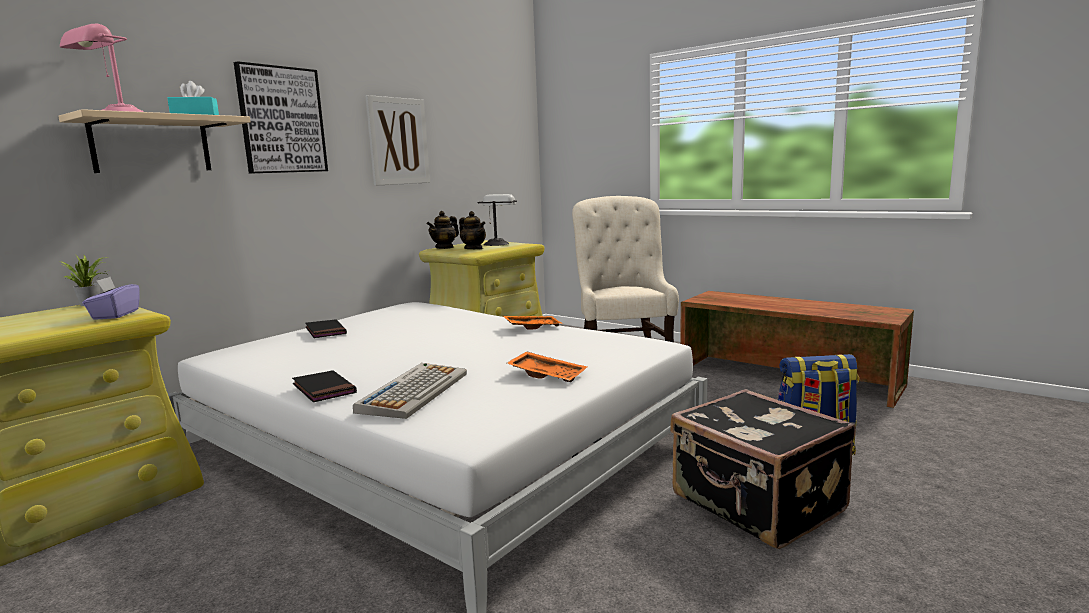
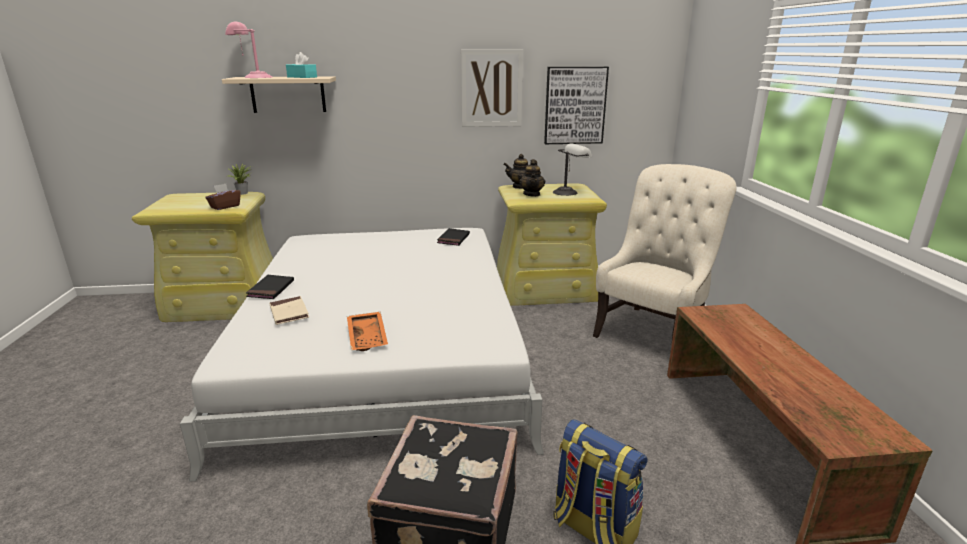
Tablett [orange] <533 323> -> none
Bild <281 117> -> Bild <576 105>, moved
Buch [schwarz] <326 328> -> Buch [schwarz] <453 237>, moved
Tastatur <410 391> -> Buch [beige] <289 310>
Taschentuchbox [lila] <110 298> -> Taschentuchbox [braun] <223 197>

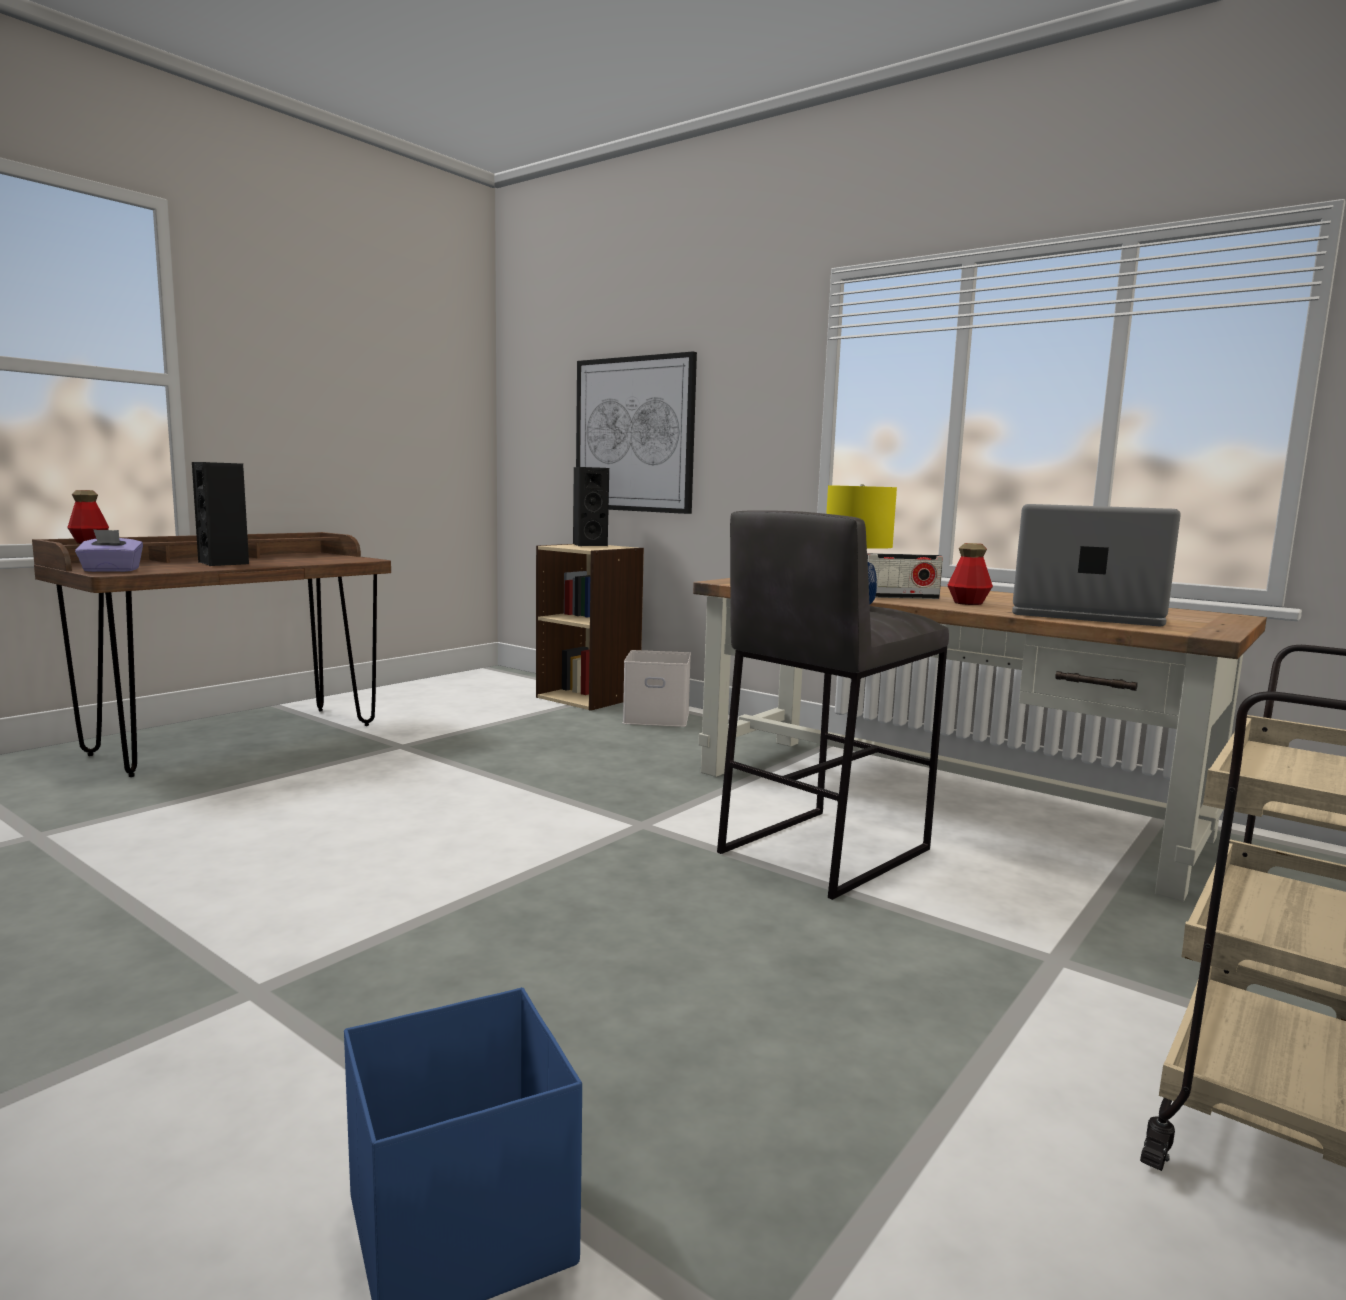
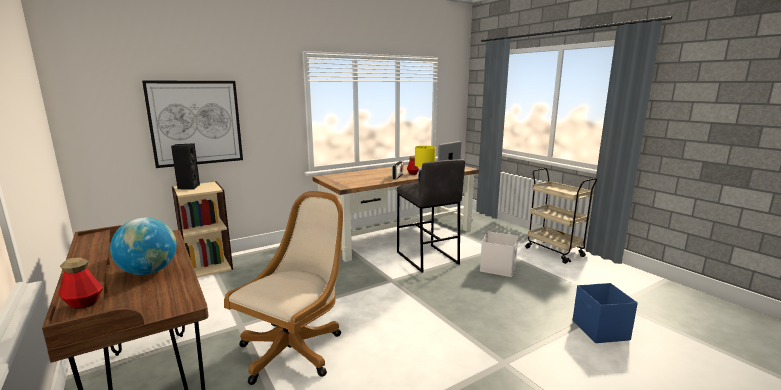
Taschentuchbox [lila] <109 550> -> none
none -> Bürostuhl <283 288>
Aufbewahrungsbox [weiß] <657 688> -> Aufbewahrungsbox [weiß] <499 254>, moved
Lautsprecher [schwarz] <220 514> -> Globus <143 246>

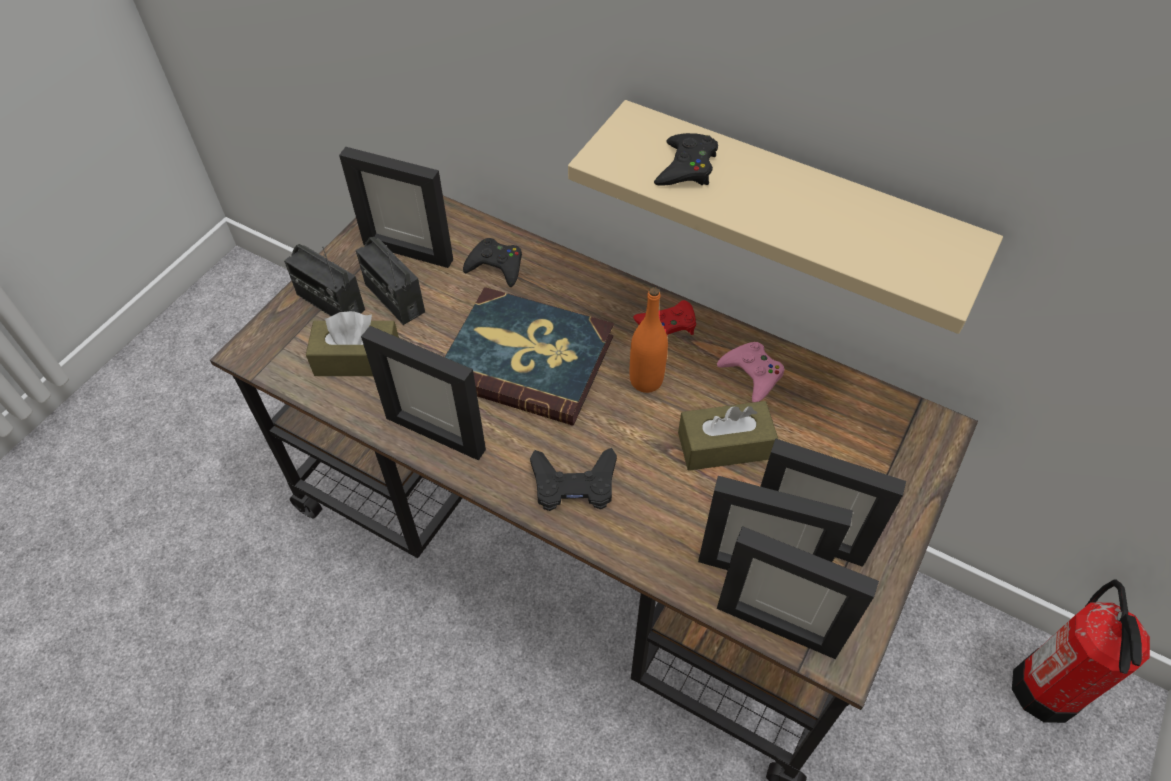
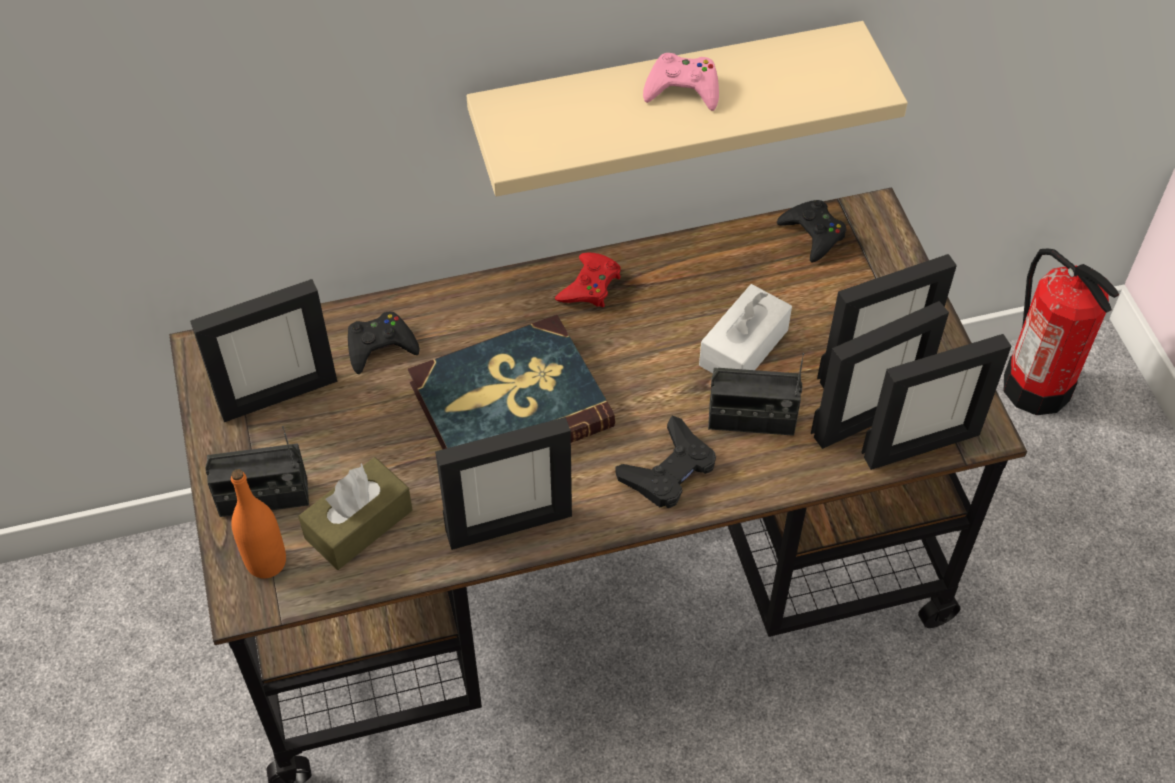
Radio <390 281> -> Radio <756 394>, moved
Flasche [orange] <649 340> -> Flasche [orange] <258 523>, moved
Gamepad [schwarz] <686 159> -> Gamepad [schwarz] <811 231>, moved
Gamepad [rosa] <751 372> -> Gamepad [rosa] <681 82>, moved
Taschentuchbox [braun] <728 436> -> Taschentuchbox [weiß] <745 328>

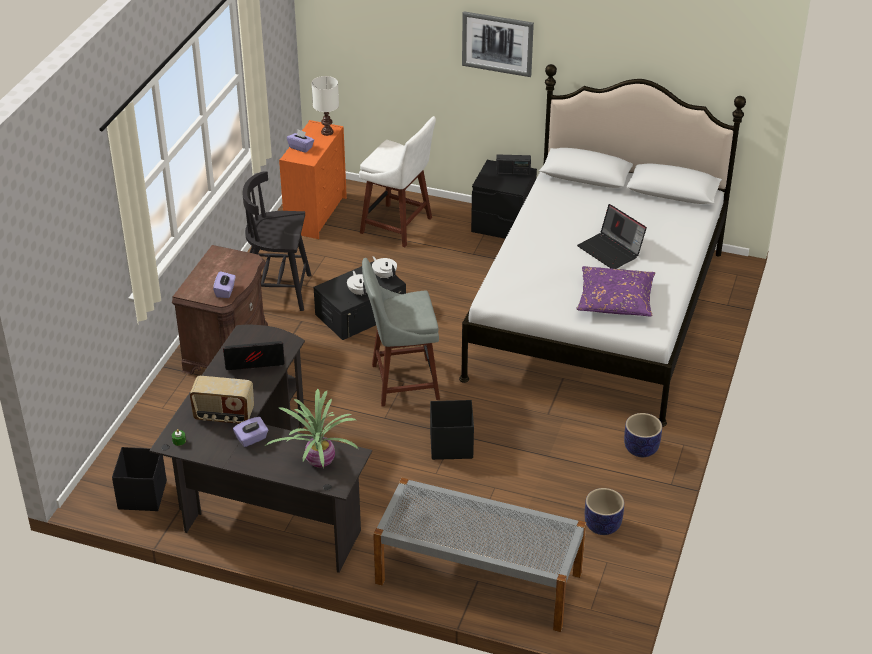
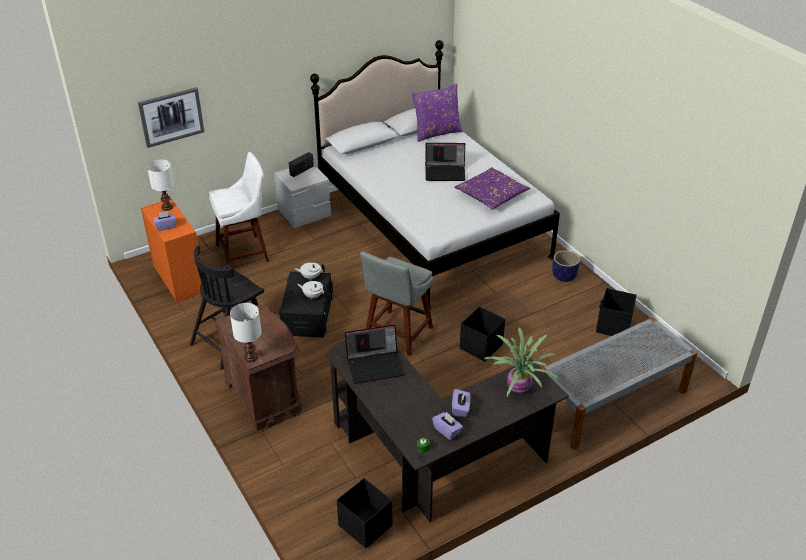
Radio <222 400> -> none
none -> Tischlampe [weiß] <246 332>
none -> Kissen [lila] <437 112>
Taschentuchbox [lila] <224 284> -> Taschentuchbox [lila] <447 426>, moved
Bild <498 44> -> Bild <171 117>, moved
Pflanzkübel <604 511> -> Aufbewahrungsbox [schwarz] <616 312>
Nachttisch [schwarz] <504 199> -> Nachttisch [weiß] <302 196>
Laptop <254 355> -> Laptop <374 354>, 135 degrees counterclockwise

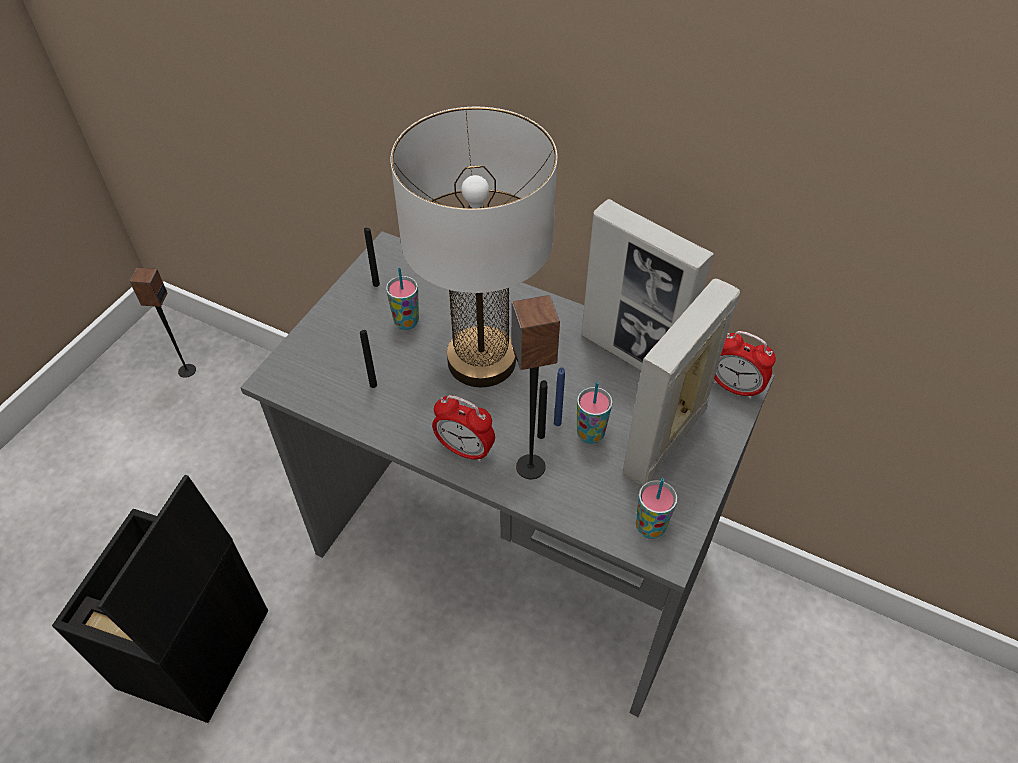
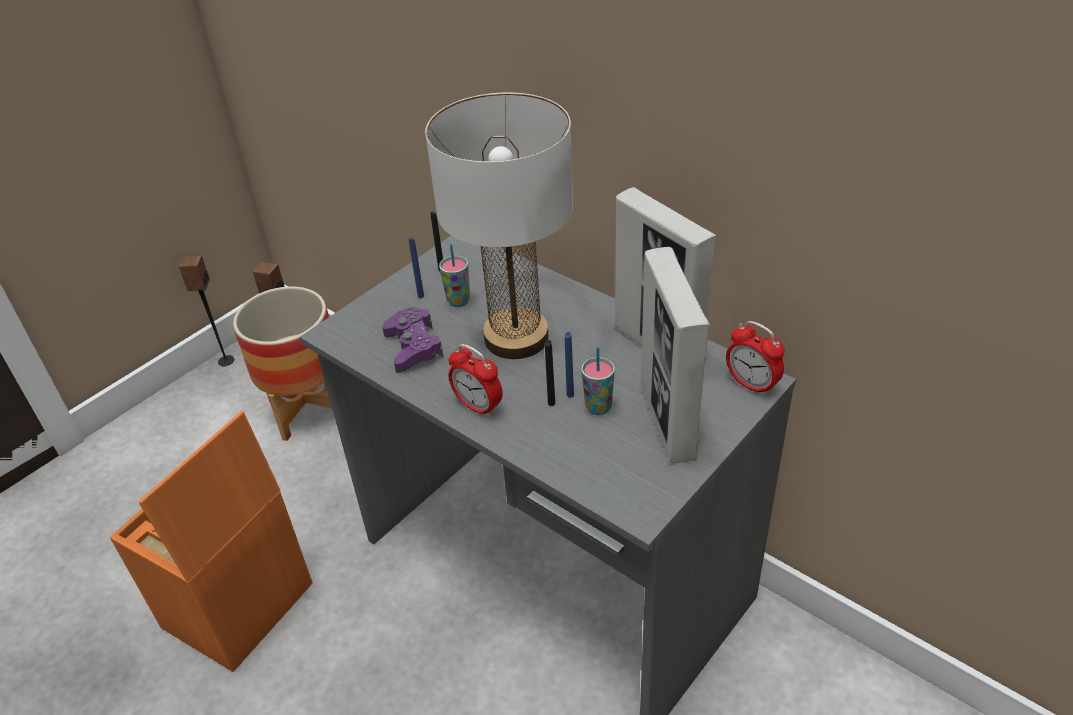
Tasse <656 508> -> none
none -> Pflanzkübel <282 363>
none -> Kerze [blau] <416 268>
Lautsprecher <536 387> -> Lautsprecher <206 310>, moved
Kerze [schwarz] <368 359> -> Gamepad [lila] <412 339>
Aufbewahrungsbox [schwarz] <160 599> -> Aufbewahrungsbox [orange] <211 541>
Bilderrahmen <681 382> -> Bilderrahmen <675 355>, 60 degrees counterclockwise

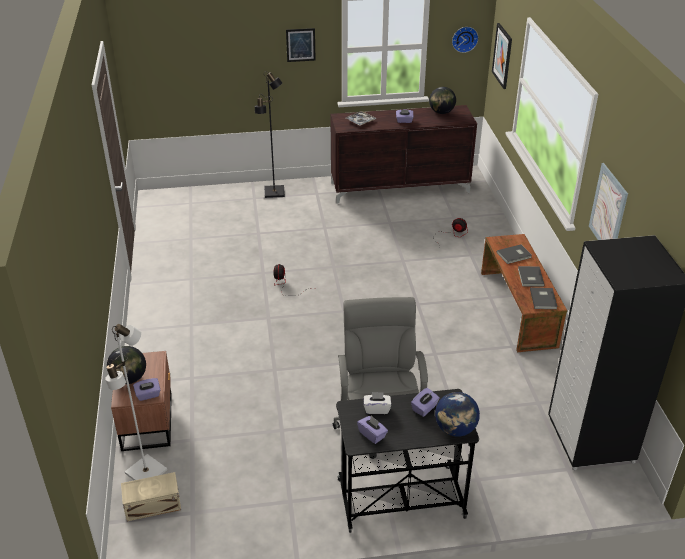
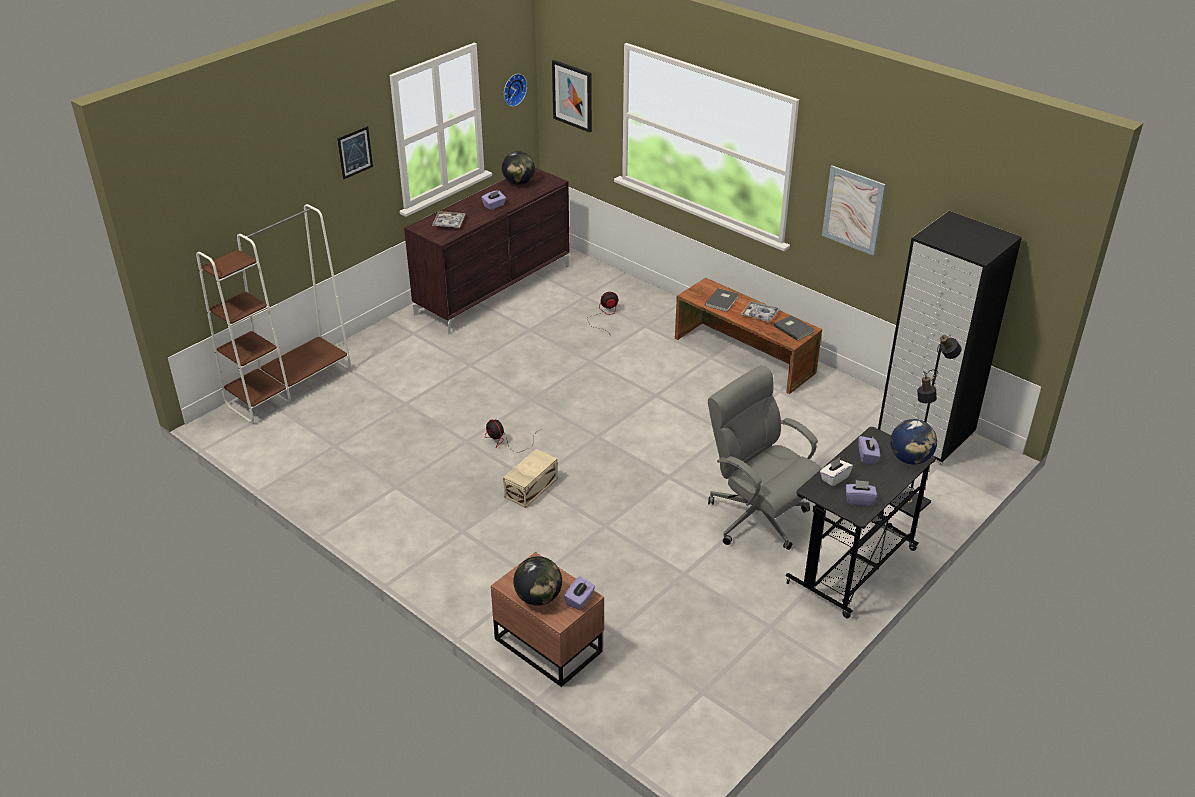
Stehlampe [weiß] <136 402> -> none
none -> Kleiderständer [braun] <273 313>
Aufbewahrungsbox [beige] <151 496> -> Aufbewahrungsbox [beige] <530 478>, moved
Stehlampe [schwarz] <270 134> -> Stehlampe [schwarz] <925 426>, moved
Buch [grau] <531 276> -> Tablett <760 312>

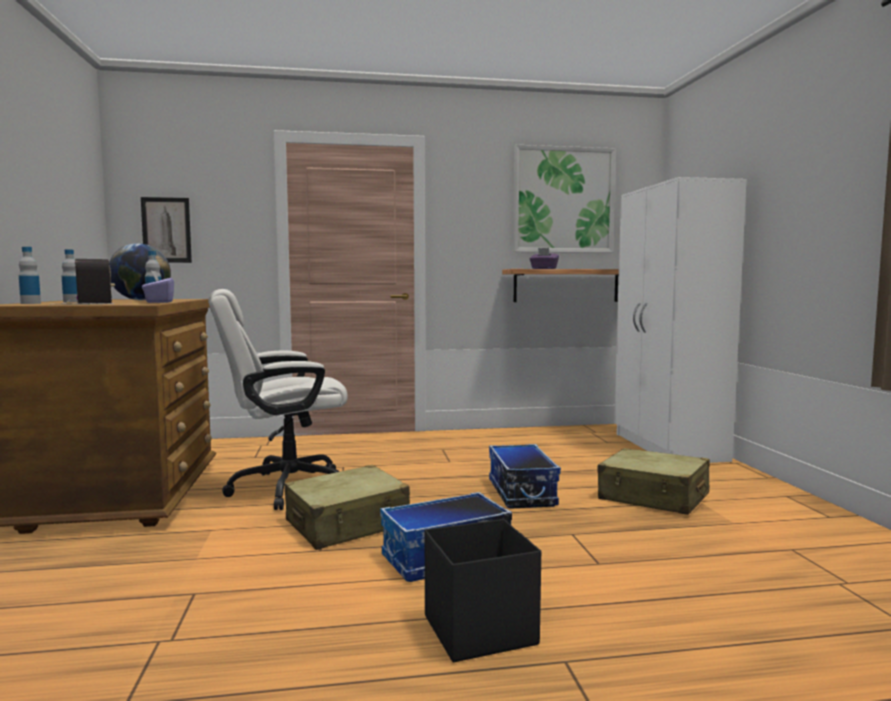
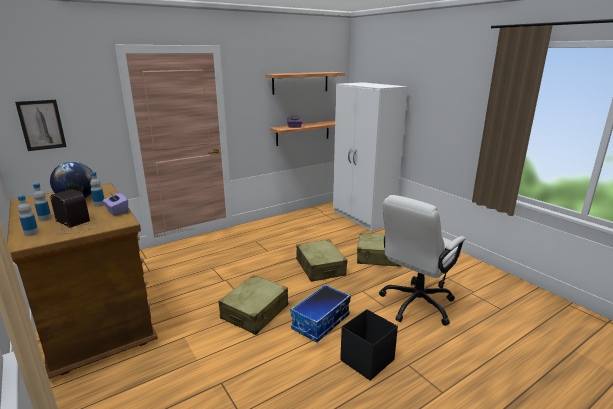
Bürostuhl [weiß] <278 399> -> Bürostuhl [weiß] <422 260>, moved
Aufbewahrungsbox <525 476> -> Koffer [beige] <321 260>
Bild <564 199> -> Wandregal <305 83>

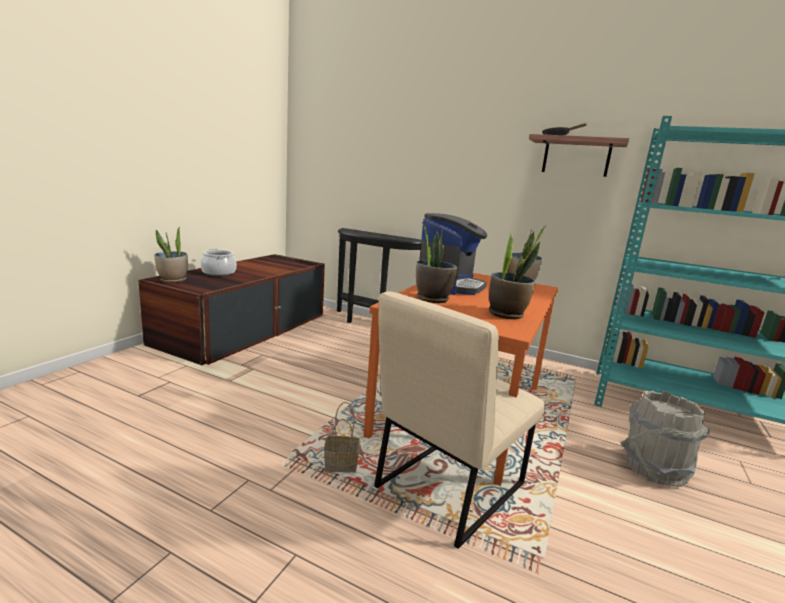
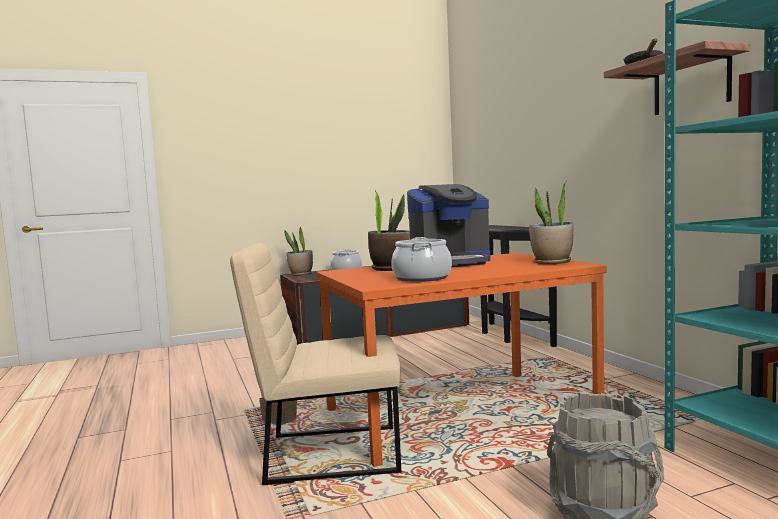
Topfpflanze <514 276> -> Kochtopf <422 259>

